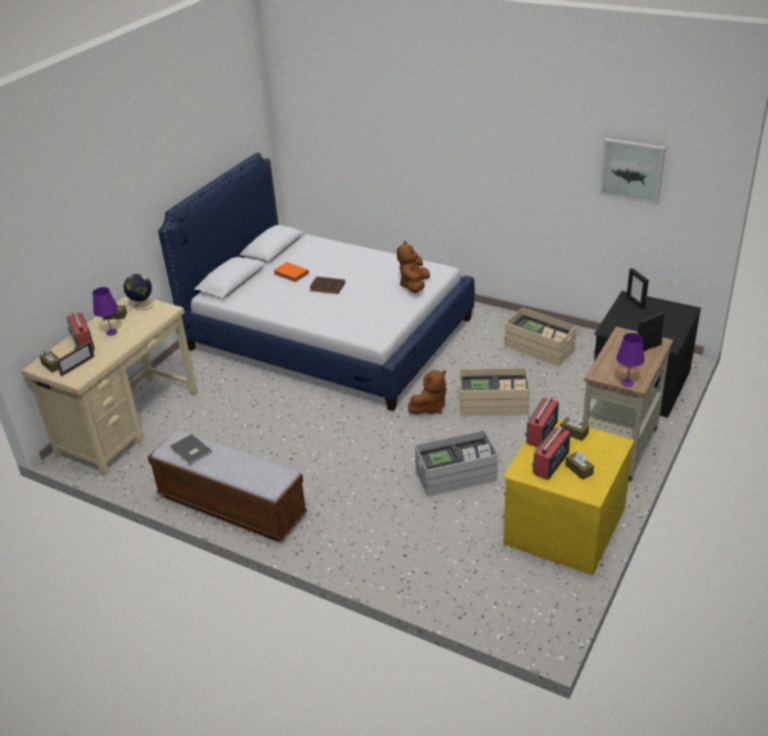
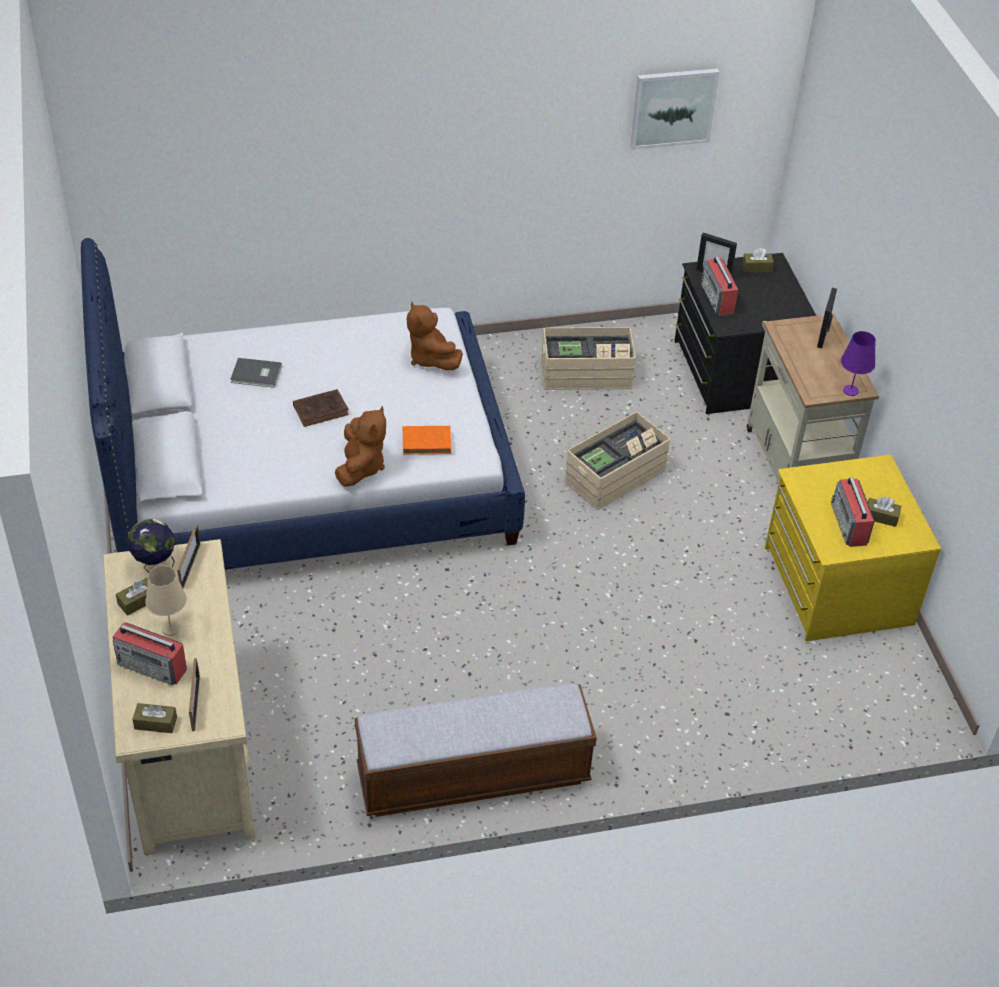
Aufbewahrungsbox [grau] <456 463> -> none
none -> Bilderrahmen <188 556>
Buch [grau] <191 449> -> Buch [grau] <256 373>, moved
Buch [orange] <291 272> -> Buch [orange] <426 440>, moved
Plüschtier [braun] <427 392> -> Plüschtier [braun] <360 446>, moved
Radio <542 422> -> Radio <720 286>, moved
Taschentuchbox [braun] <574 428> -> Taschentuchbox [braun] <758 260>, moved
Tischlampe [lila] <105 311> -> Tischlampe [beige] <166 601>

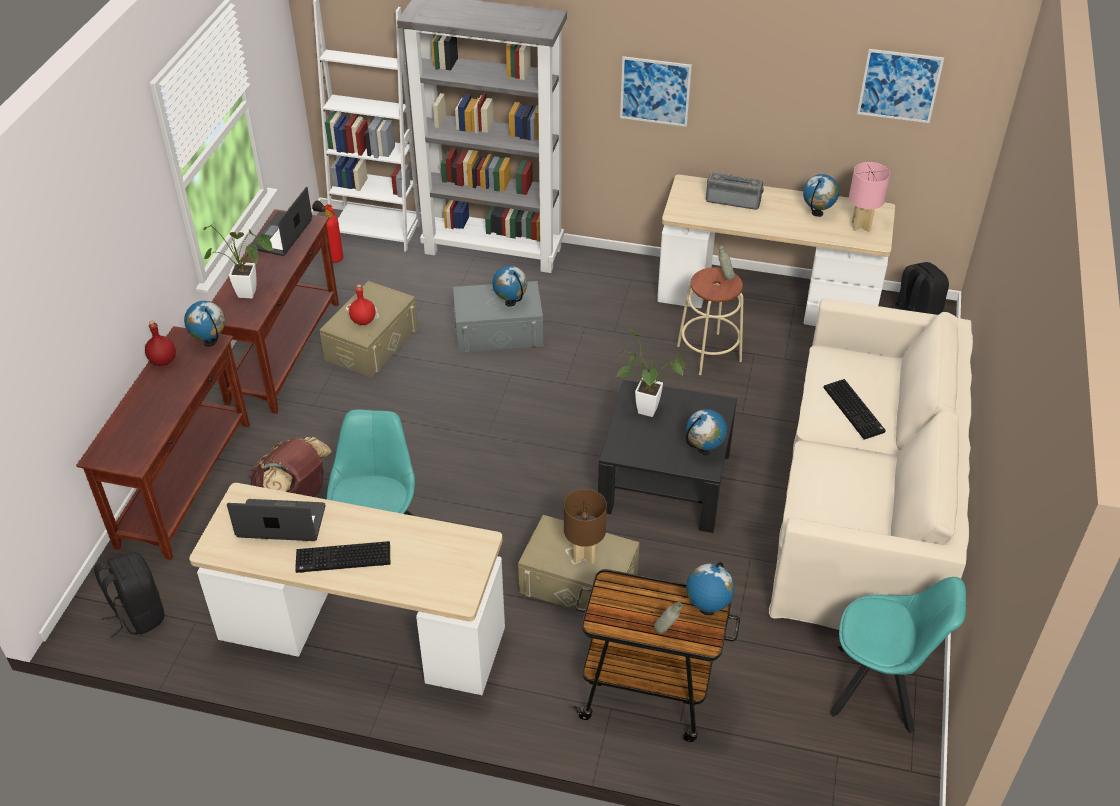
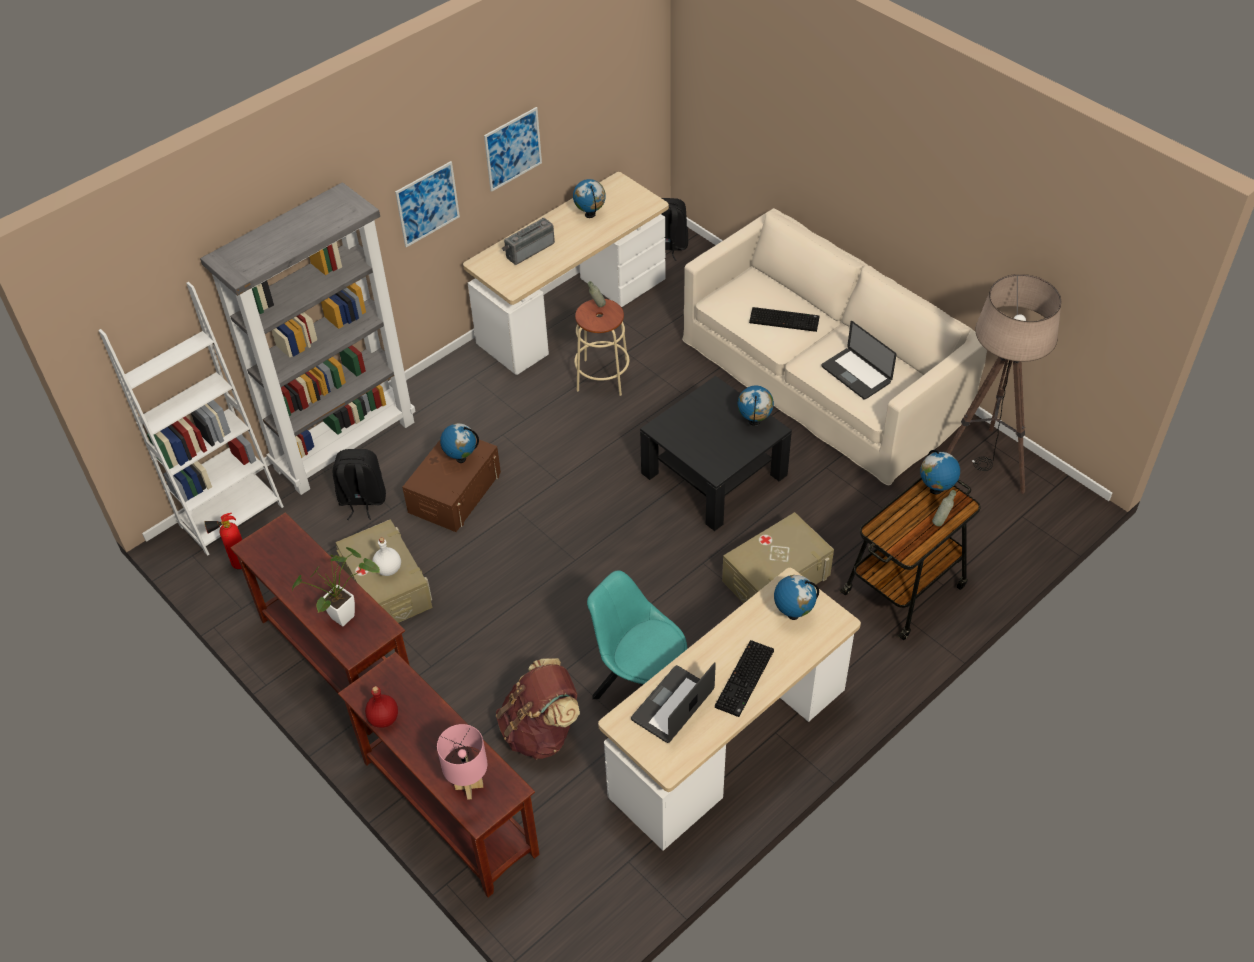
Tischlampe [braun] <585 526> -> none
Topfpflanze <650 373> -> none
Rucksack [schwarz] <129 595> -> Rucksack [schwarz] <359 484>, moved
Globus <204 324> -> Globus <796 597>, moved
Laptop <281 221> -> Laptop <858 360>, moved
Tischlampe [rosa] <869 197> -> Tischlampe [rosa] <462 762>, moved
Bild <900 86> -> Bild <513 149>, moved
Stuhl [türkis] <898 655> -> Stehlampe <1003 384>
Flasche [rot] <362 304> -> Flasche [weiß] <386 556>
Aufbewahrungsbox [grau] <498 316> -> Aufbewahrungsbox [braun] <451 485>

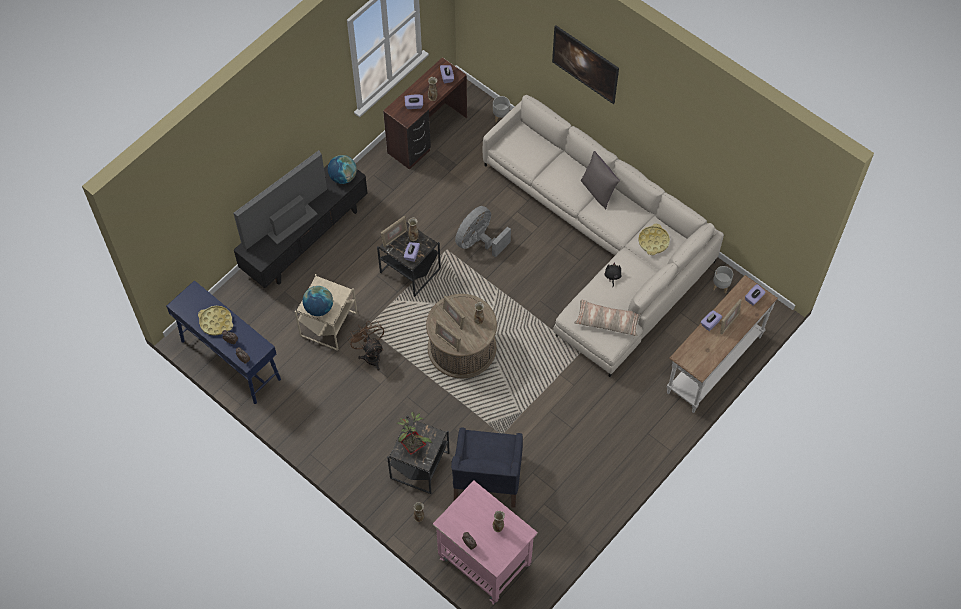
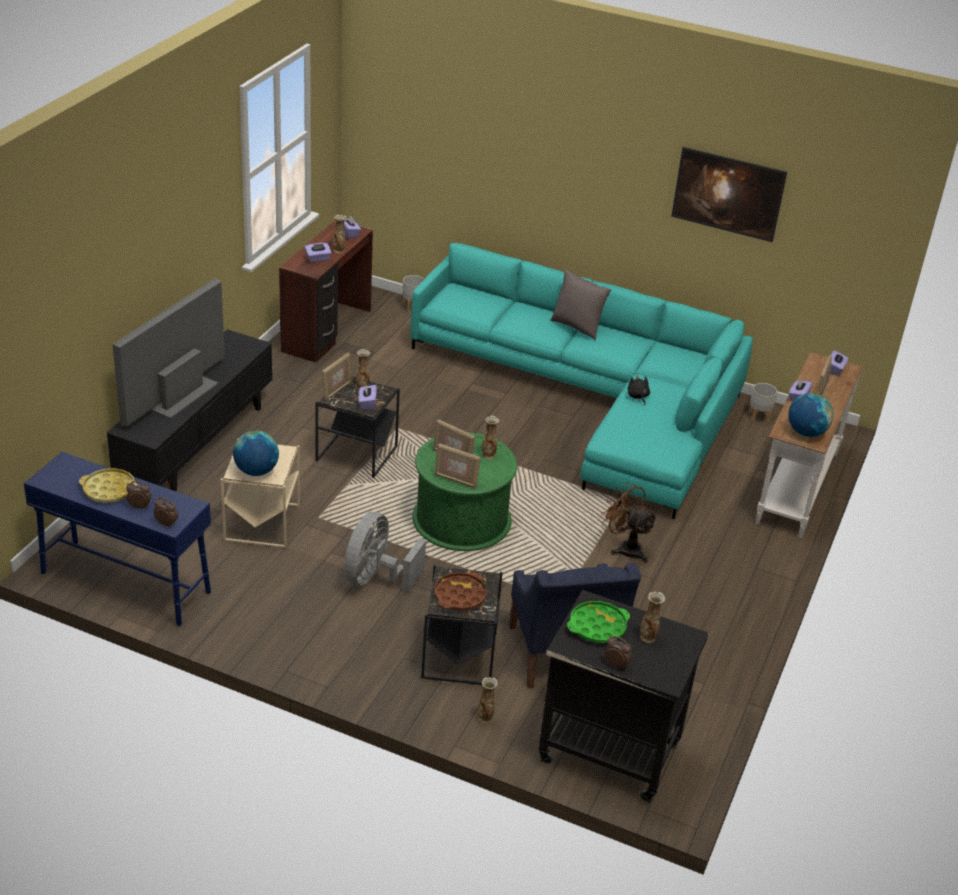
Kissen <607 318> -> none
Tablett [gelb] <654 239> -> none
none -> Tablett [grün] <598 622>
Globus <342 169> -> Globus <811 415>, moved
Ventilator [braun] <365 345> -> Ventilator [braun] <629 522>, moved
Ventilator [grau] <483 232> -> Ventilator [grau] <385 552>, moved
Bild <585 64> -> Bild <729 194>, moved
Topfpflanze <414 433> -> Tablett [braun] <460 591>
Couchtisch [braun] <461 336> -> Couchtisch [grün] <464 491>
Rollwagen [rosa] <485 542> -> Rollwagen [schwarz] <624 696>
Sofa [beige] <603 236> -> Sofa [türkis] <582 381>

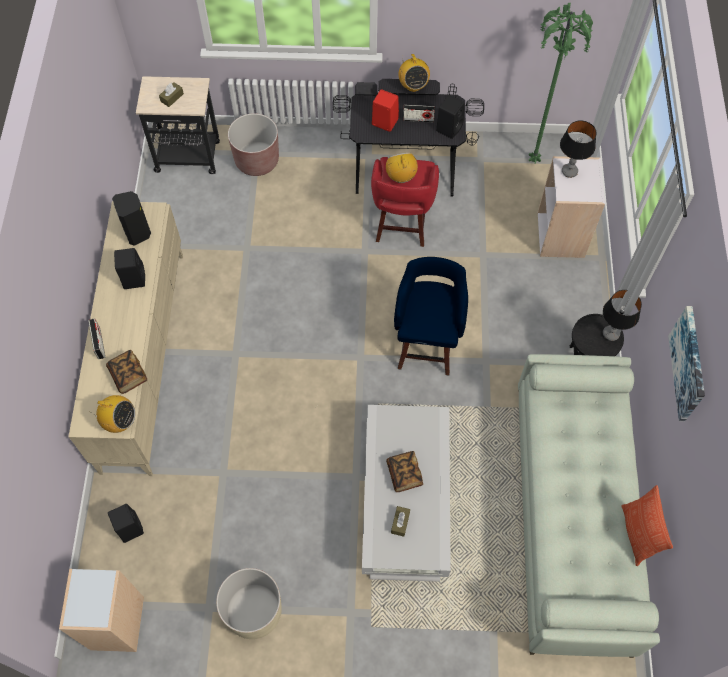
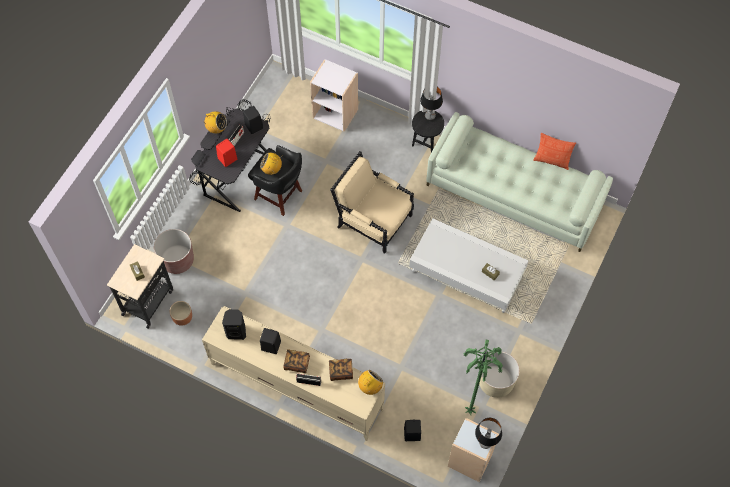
Bild <686 364> -> none
none -> Pflanzkübel [braun] <181 313>
Buch <404 471> -> Buch <296 361>, moved
Stehlampe [grün] <561 83> -> Stehlampe [grün] <483 378>, moved
Tischlampe <578 149> -> Tischlampe <488 433>, moved
Hocker [blau] <431 316> -> Sessel [beige] <372 202>
Hocker [rot] <405 202> -> Hocker [schwarz] <275 180>

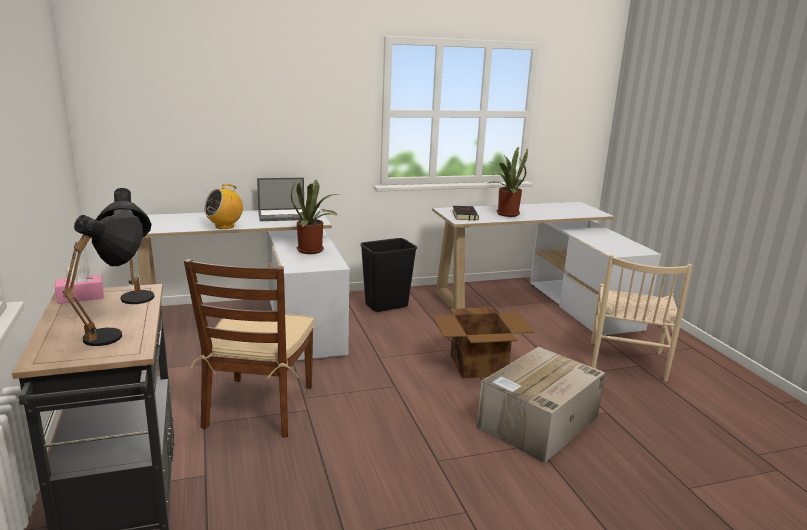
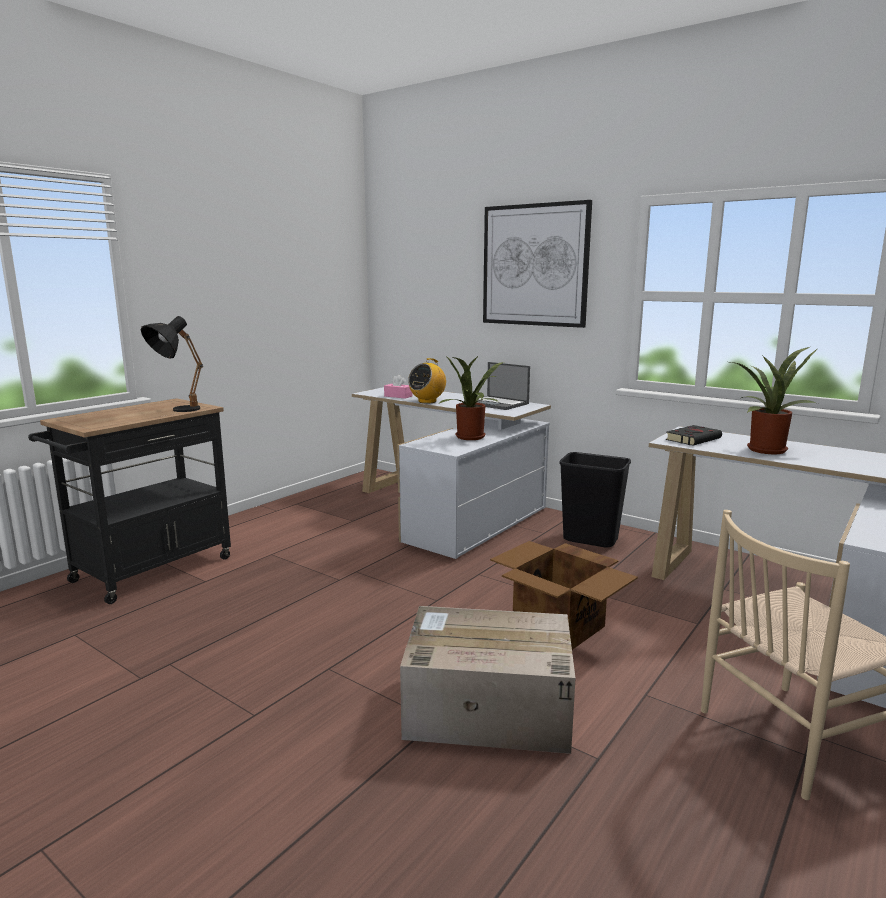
Tischlampe [schwarz] <103 280> -> none
Stuhl [braun] <249 348> -> none
none -> Bild <537 264>
Taschentuchbox [rosa] <79 284> -> Taschentuchbox [rosa] <398 387>, moved
Radio <223 206> -> Radio <427 380>, 60 degrees counterclockwise

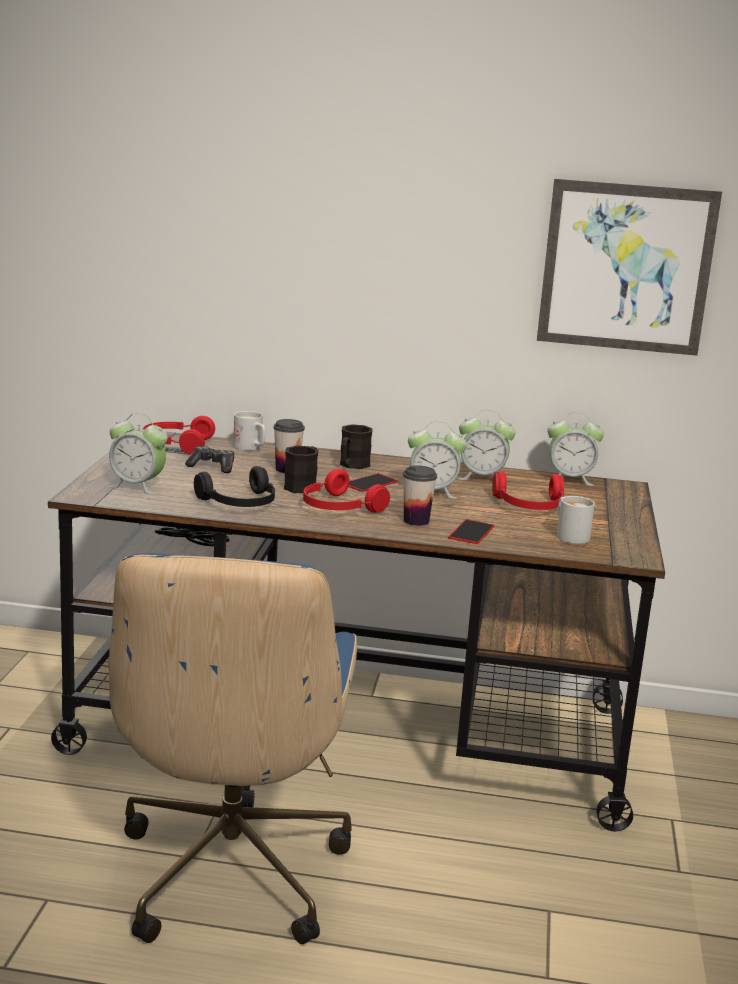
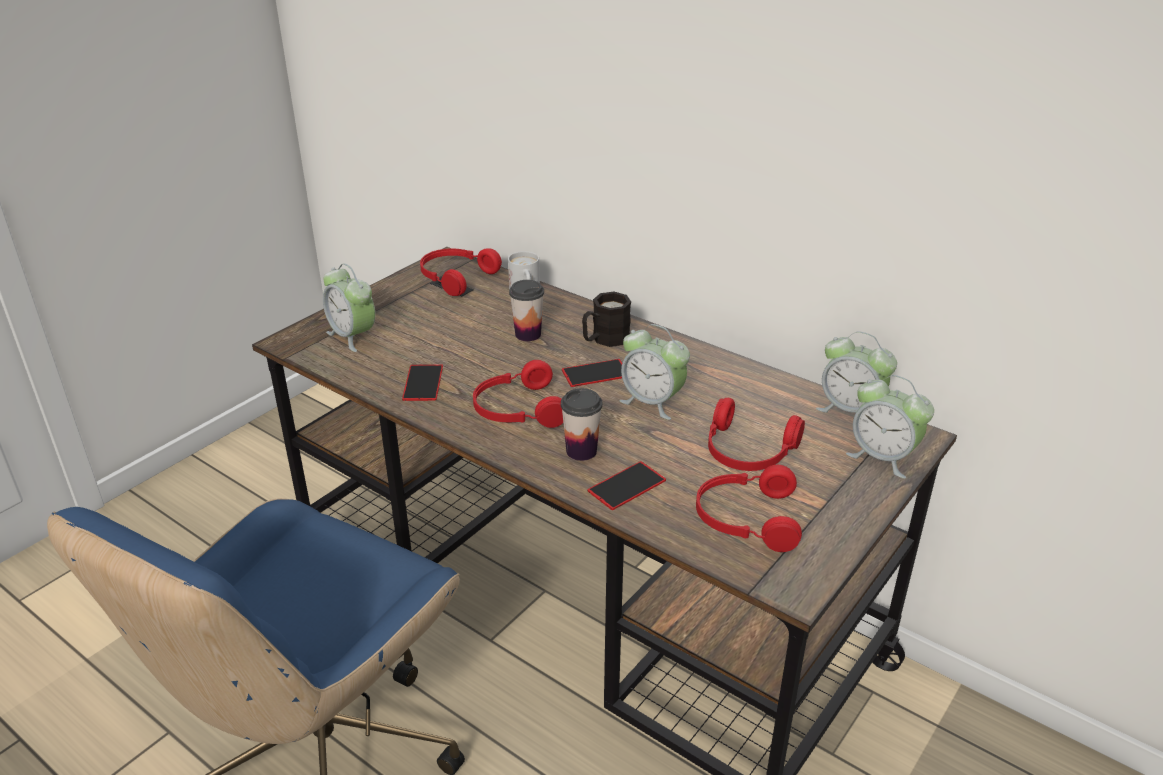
Gamepad <209 459> -> none
Henkelbecher [schwarz] <301 469> -> none
Bild <629 267> -> none
Wecker <487 445> -> Wecker <890 427>, moved
Kopfhörer [schwarz] <234 486> -> Handy <422 382>
Henkelbecher [weiß] <576 520> -> Kopfhörer [rot] <749 508>

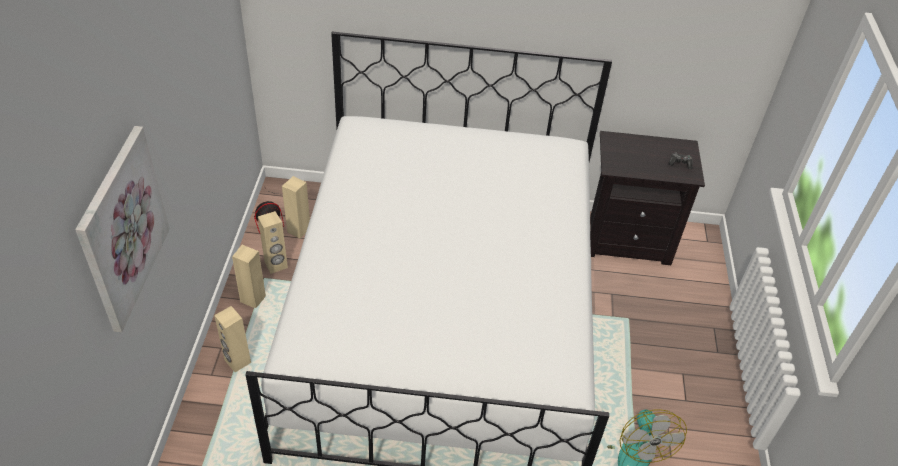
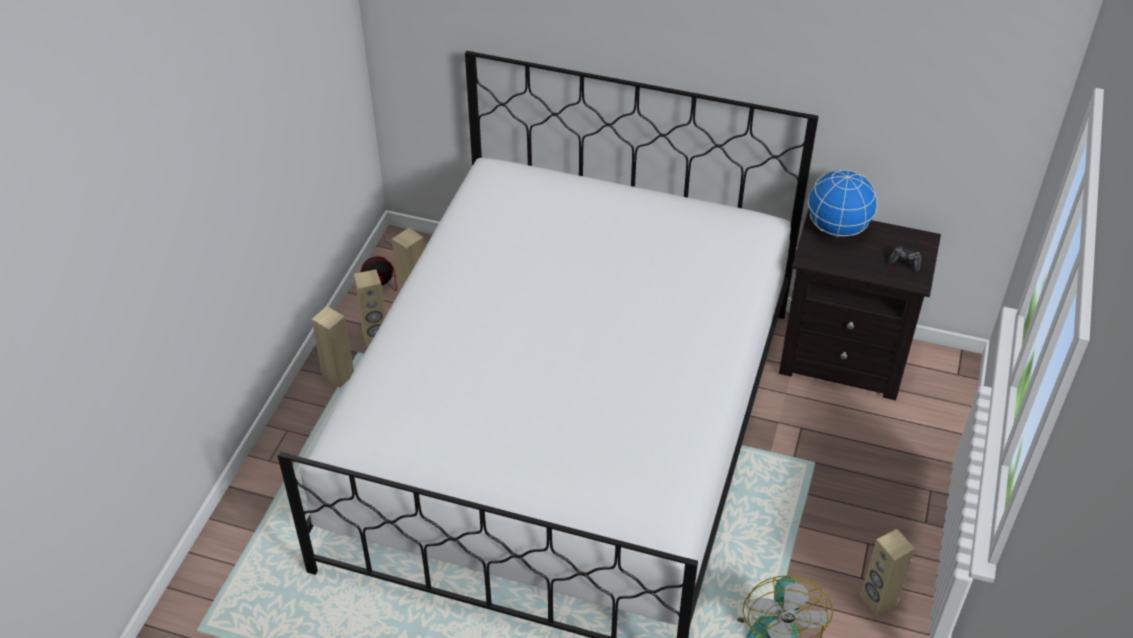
Bild <122 229> -> none
none -> Globus <843 203>
Lautsprecher [beige] <232 339> -> Lautsprecher [beige] <887 573>, moved

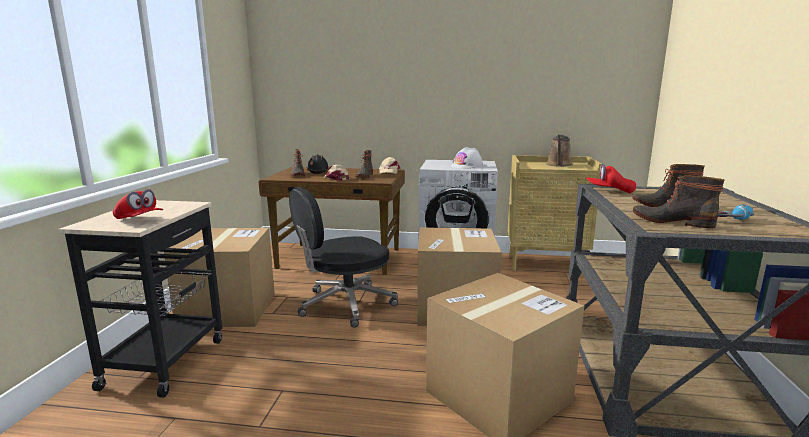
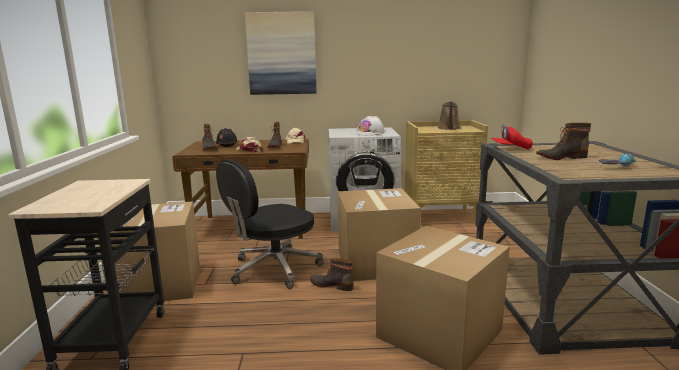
Kappe [rot] <138 204> -> none
none -> Bild <280 53>
Stiefel <678 201> -> Stiefel <332 274>, moved

